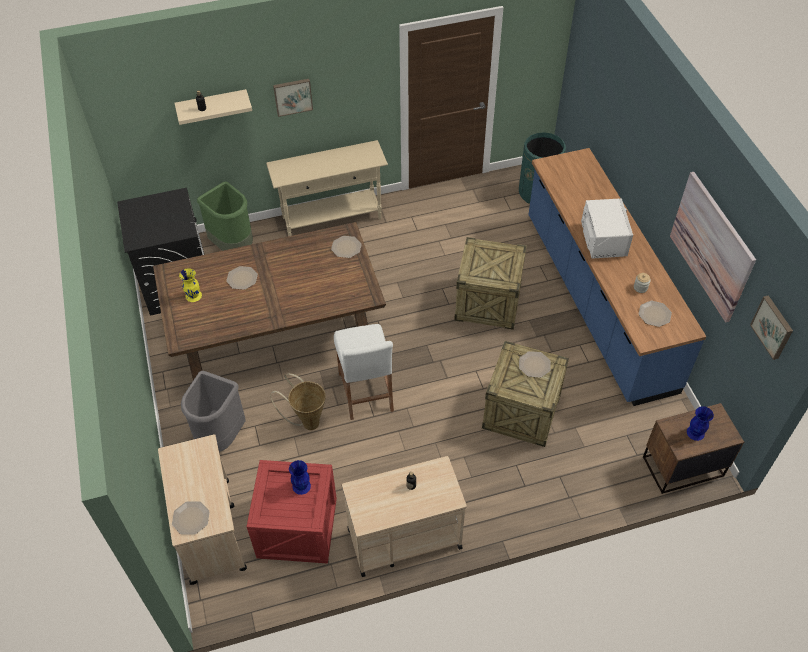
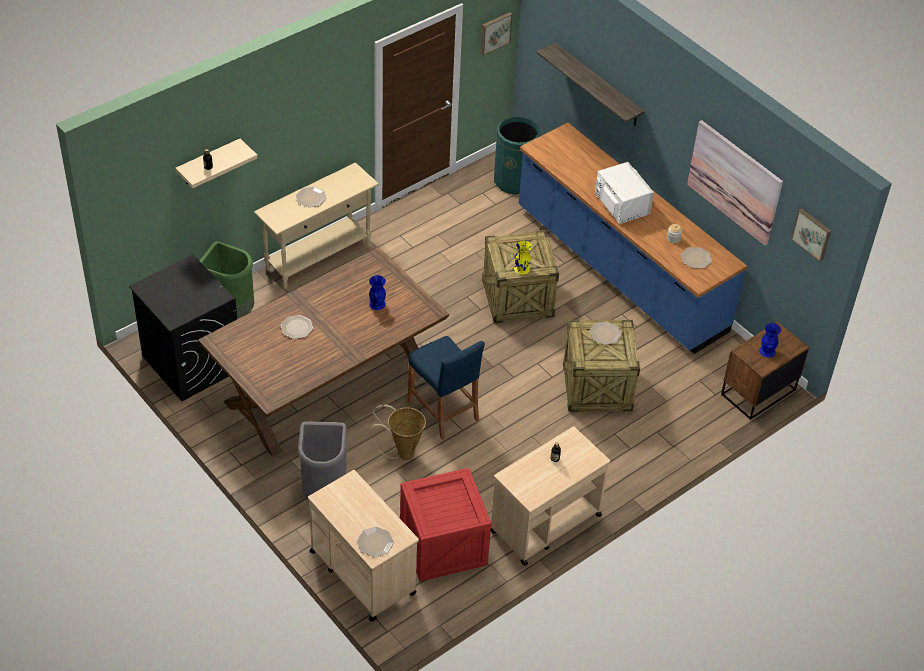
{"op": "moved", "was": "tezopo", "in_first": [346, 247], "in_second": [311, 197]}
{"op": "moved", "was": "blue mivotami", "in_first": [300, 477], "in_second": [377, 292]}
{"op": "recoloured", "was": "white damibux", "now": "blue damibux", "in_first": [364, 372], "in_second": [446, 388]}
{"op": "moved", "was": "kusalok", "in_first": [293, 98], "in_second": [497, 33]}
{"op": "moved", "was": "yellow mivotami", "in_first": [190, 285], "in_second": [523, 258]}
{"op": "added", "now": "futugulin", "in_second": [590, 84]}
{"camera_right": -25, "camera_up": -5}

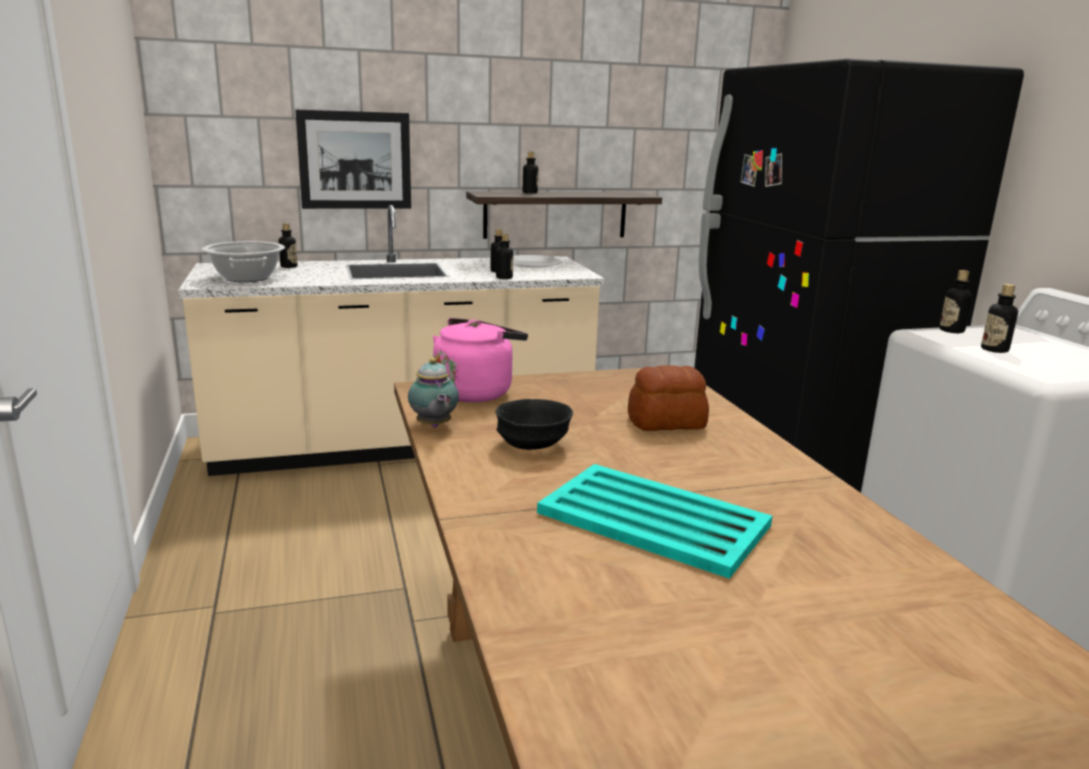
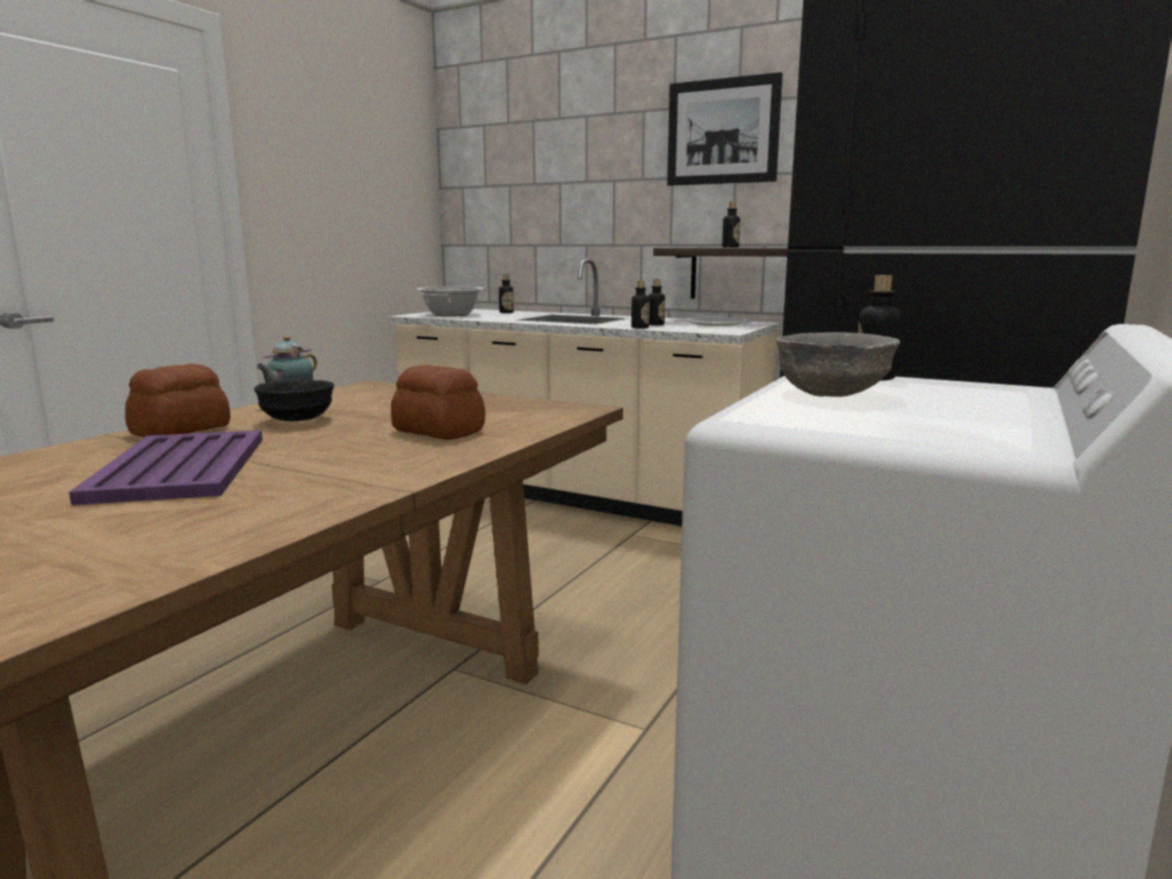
{"op": "recoloured", "was": "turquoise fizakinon", "now": "purple fizakinon", "in_first": [654, 521], "in_second": [166, 467]}
{"op": "added", "now": "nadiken", "in_second": [177, 400]}
{"op": "moved", "was": "kusalok", "in_first": [353, 159], "in_second": [725, 129]}
{"op": "replaced", "was": "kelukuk", "now": "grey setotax", "in_first": [999, 318], "in_second": [838, 364]}
{"op": "removed", "was": "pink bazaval", "in_first": [480, 360]}
{"camera_right": 45, "camera_up": -5}

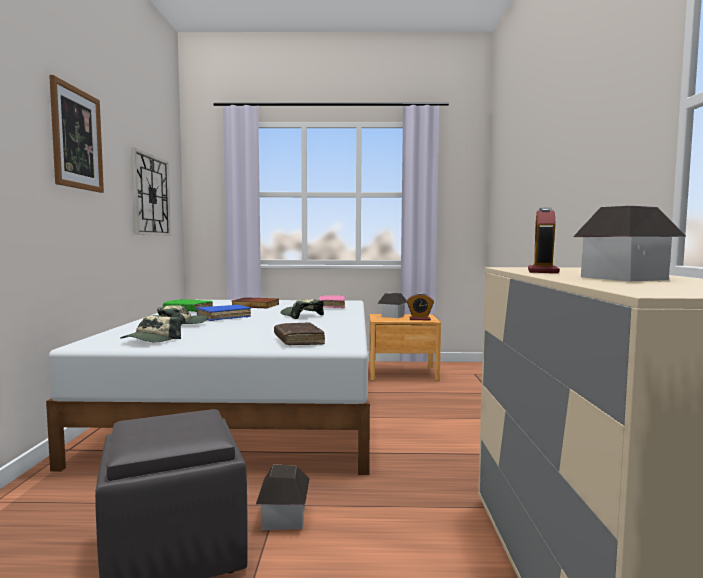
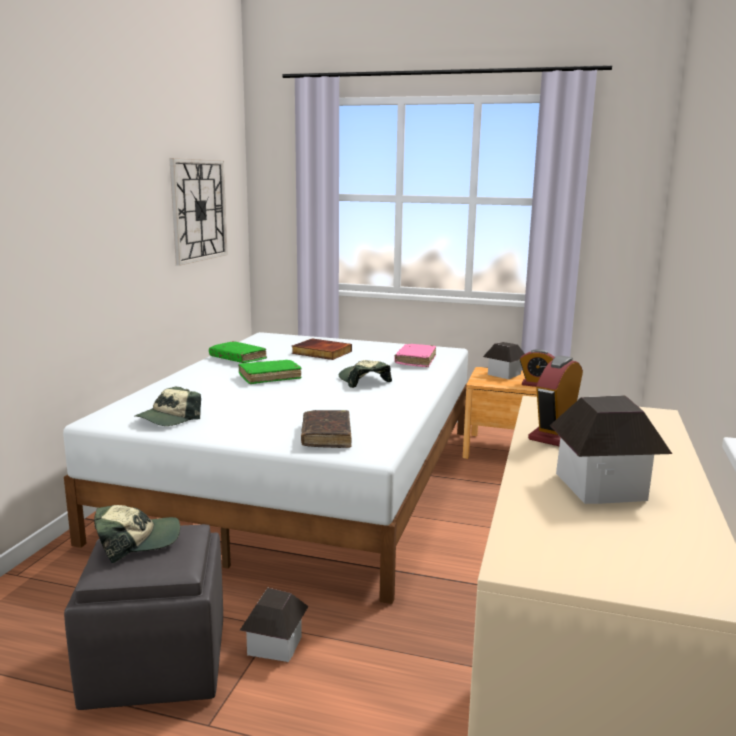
{"op": "moved", "was": "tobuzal", "in_first": [182, 315], "in_second": [137, 534]}
{"op": "recoloured", "was": "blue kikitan", "now": "green kikitan", "in_first": [223, 313], "in_second": [270, 372]}
{"op": "removed", "was": "kusalok", "in_first": [76, 134]}
{"camera_right": 15, "camera_up": 10}

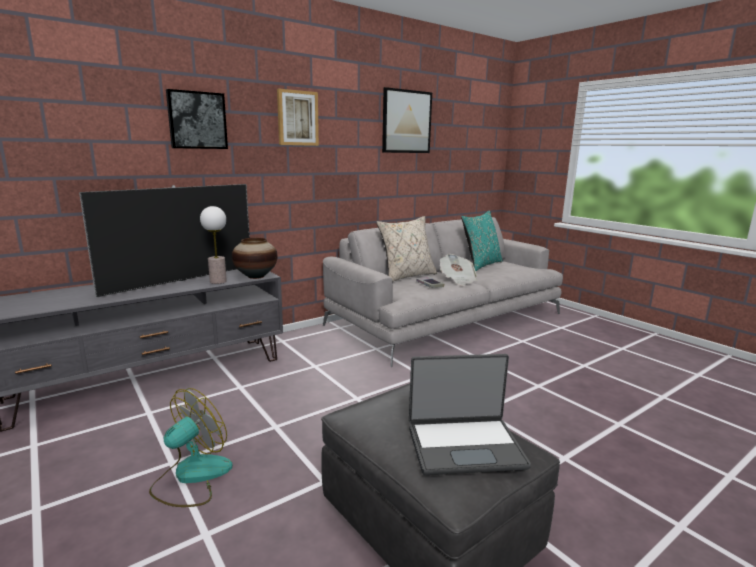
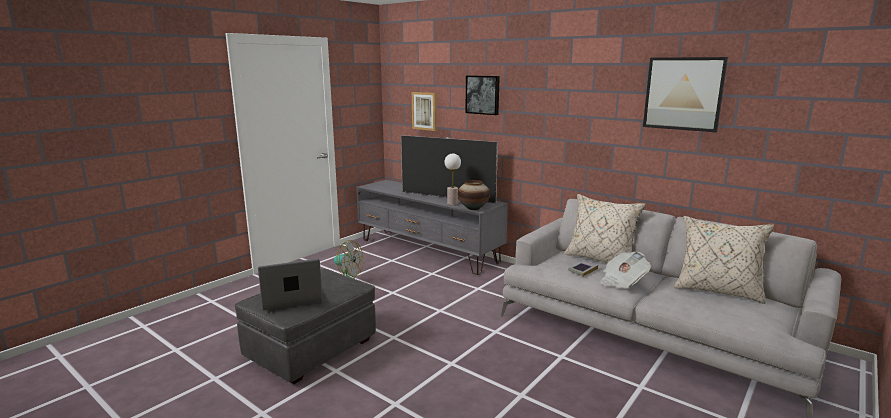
{"op": "turned", "was": "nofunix", "in_first": [470, 414], "in_second": [290, 284], "clockwise": 90}
{"op": "moved", "was": "kusalok", "in_first": [298, 117], "in_second": [424, 111]}
{"op": "recoloured", "was": "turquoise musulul", "now": "beige musulul", "in_first": [482, 240], "in_second": [724, 260]}
{"camera_right": 75, "camera_up": 0}

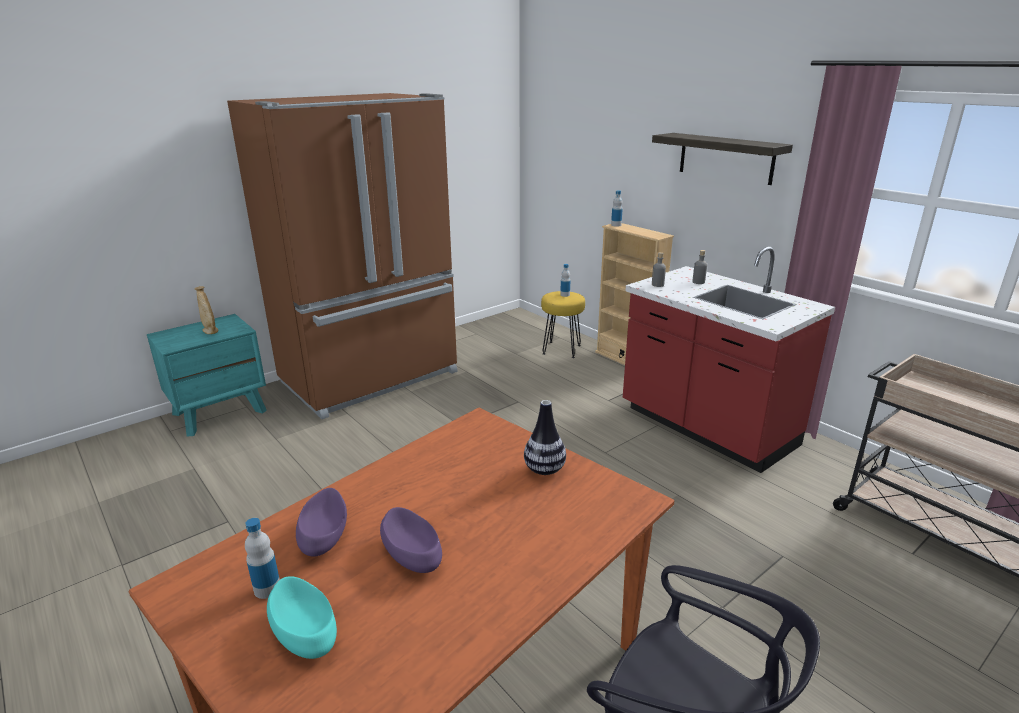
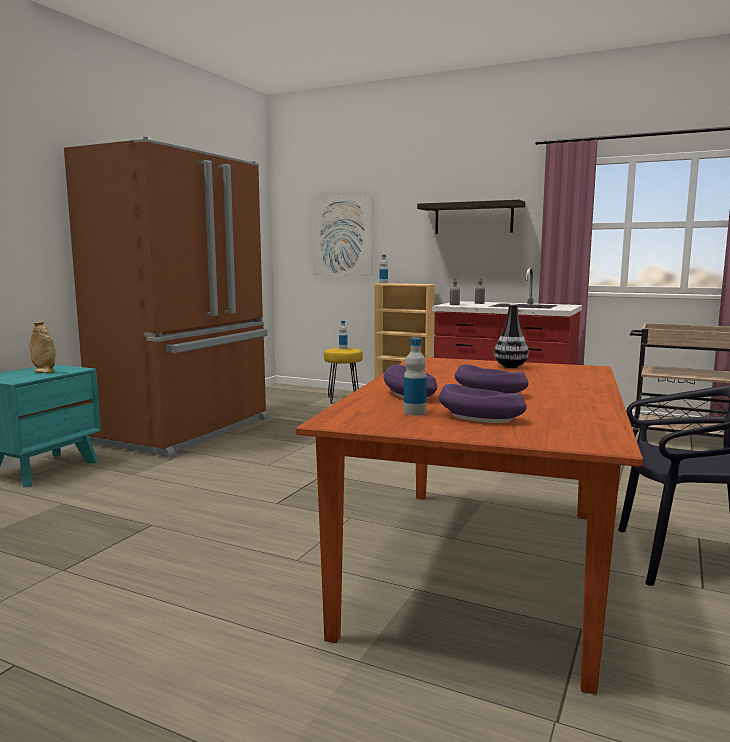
{"op": "added", "now": "kusalok", "in_second": [342, 235]}
{"op": "recoloured", "was": "turquoise setotax", "now": "purple setotax", "in_first": [302, 617], "in_second": [483, 403]}
{"camera_right": -25, "camera_up": -15}

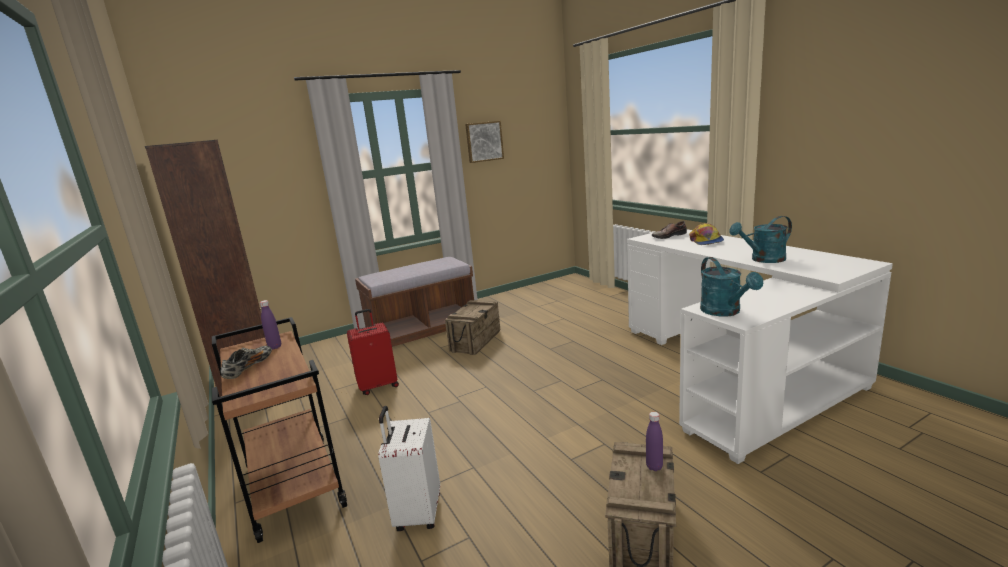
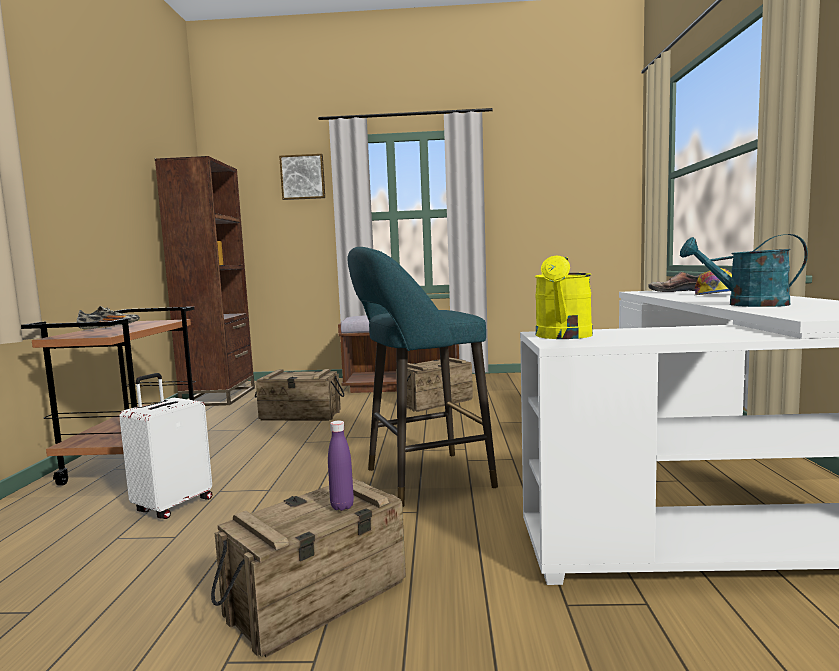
{"op": "replaced", "was": "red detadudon", "now": "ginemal", "in_first": [373, 352], "in_second": [299, 395]}
{"op": "moved", "was": "kusalok", "in_first": [484, 142], "in_second": [302, 177]}
{"op": "added", "now": "turquoise damibux", "in_second": [423, 377]}
{"op": "recoloured", "was": "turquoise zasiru", "now": "yellow zasiru", "in_first": [731, 286], "in_second": [564, 297]}
{"op": "removed", "was": "purple kelukuk", "in_first": [270, 325]}
{"camera_right": 30, "camera_up": -10}

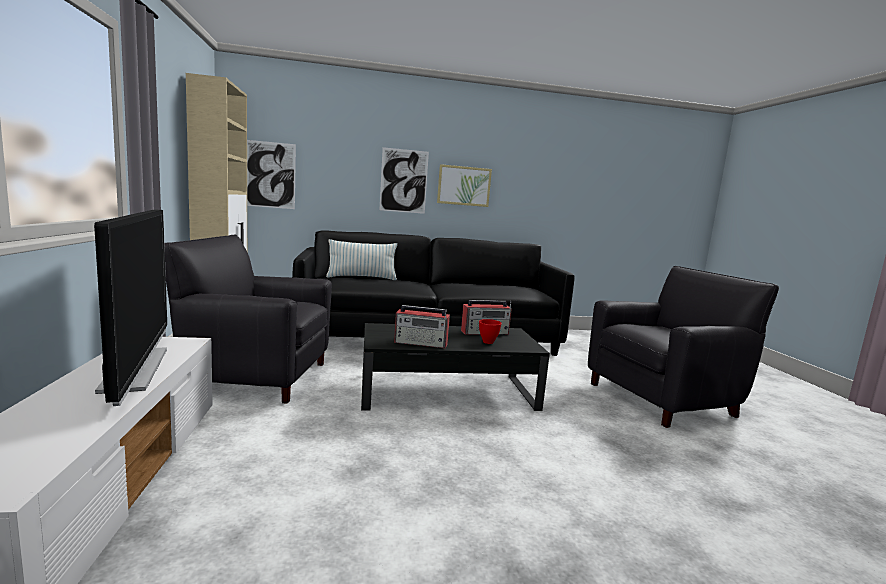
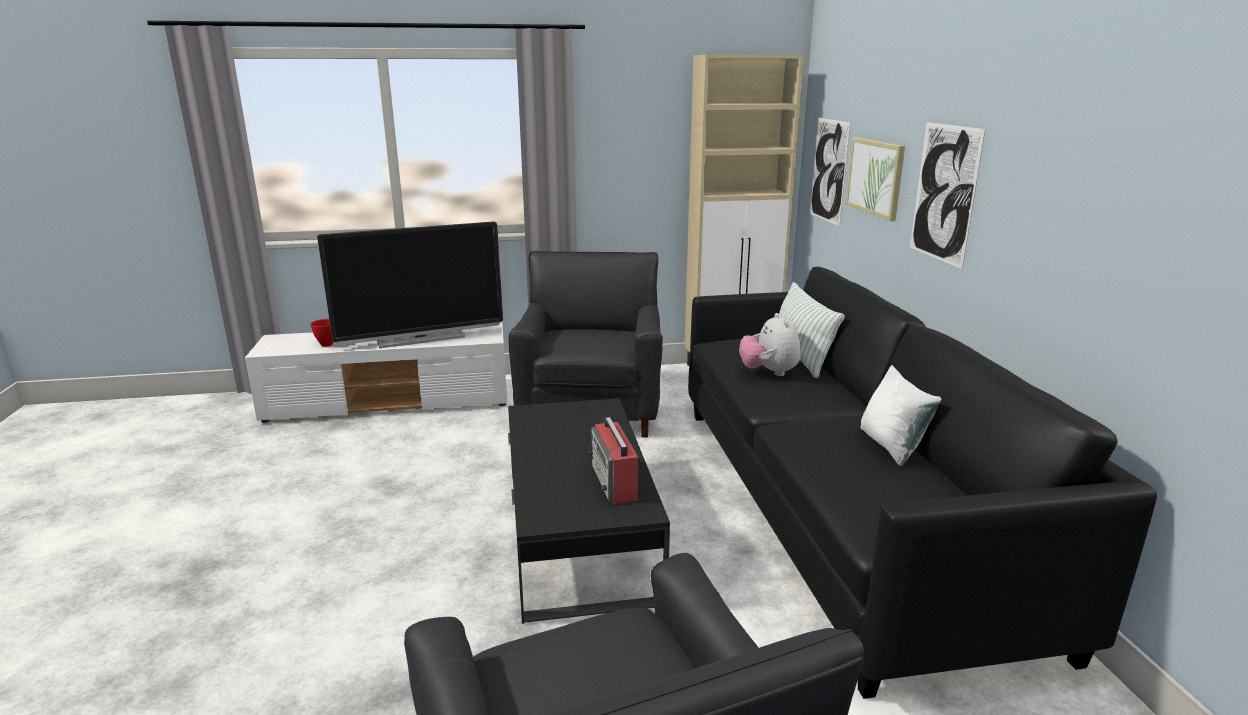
{"op": "moved", "was": "red setotax", "in_first": [490, 331], "in_second": [321, 332]}
{"op": "added", "now": "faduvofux", "in_second": [769, 344]}
{"op": "moved", "was": "kusalok", "in_first": [464, 185], "in_second": [875, 179]}
{"op": "added", "now": "white musulul", "in_second": [901, 415]}
{"op": "removed", "was": "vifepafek", "in_first": [422, 326]}
{"camera_right": 90, "camera_up": 10}

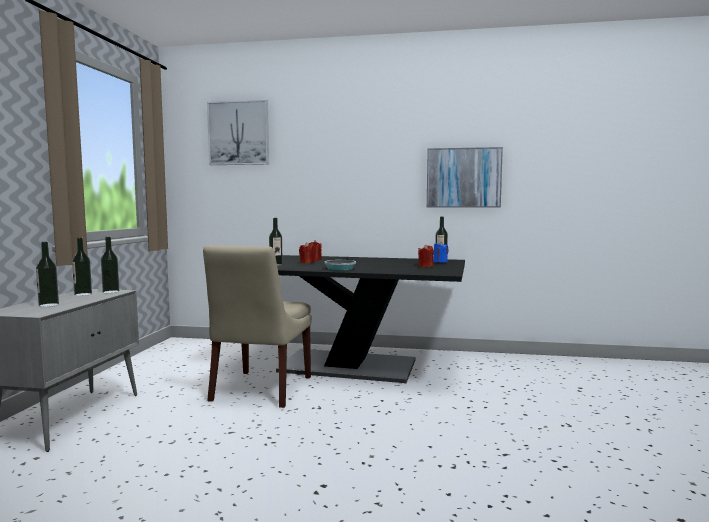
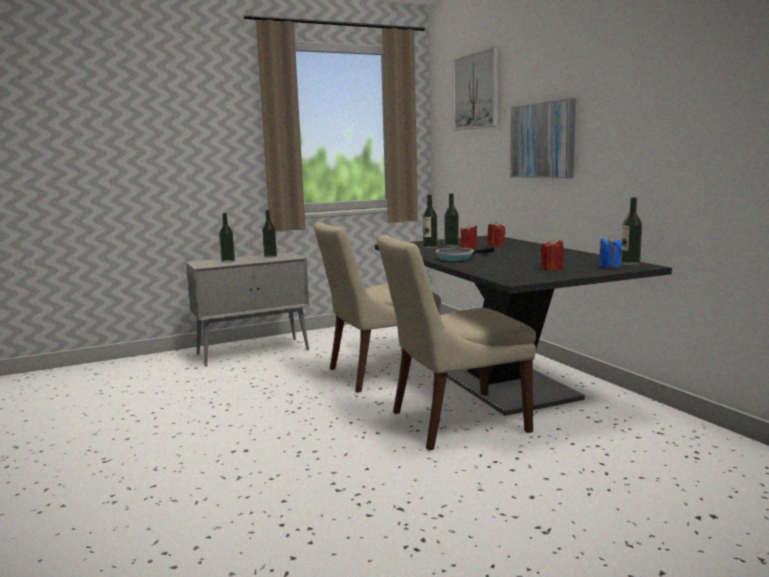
{"op": "added", "now": "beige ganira", "in_second": [456, 343]}
{"op": "moved", "was": "kelukuk", "in_first": [110, 265], "in_second": [451, 220]}
{"op": "moved", "was": "kusalok", "in_first": [465, 177], "in_second": [543, 138]}
{"camera_right": 55, "camera_up": 5}

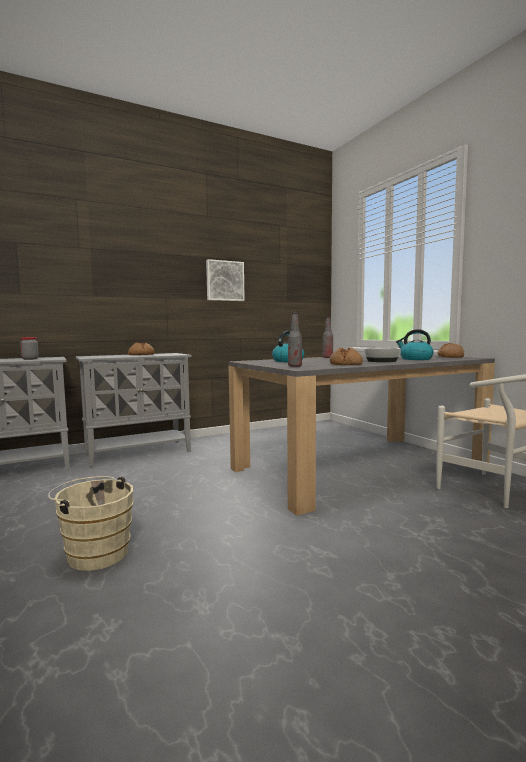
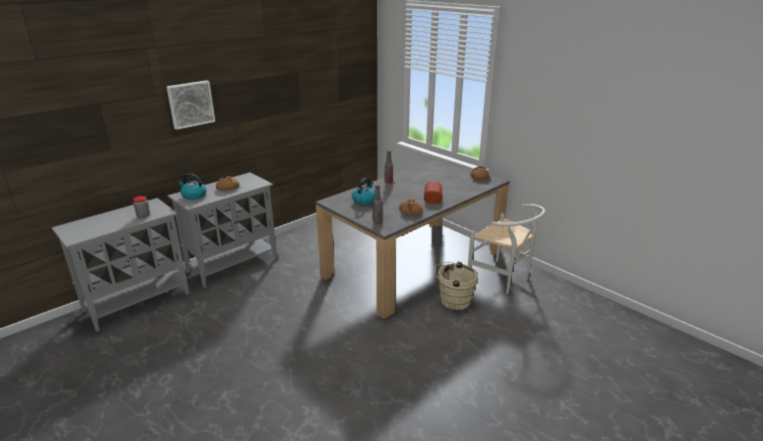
{"op": "moved", "was": "kusalok", "in_first": [225, 280], "in_second": [190, 105]}
{"op": "moved", "was": "bazaval", "in_first": [415, 344], "in_second": [192, 187]}
{"op": "replaced", "was": "setotax", "now": "nadiken", "in_first": [382, 355], "in_second": [433, 192]}
{"op": "moved", "was": "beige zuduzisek", "in_first": [91, 523], "in_second": [456, 285]}
{"camera_right": -15, "camera_up": 20}

